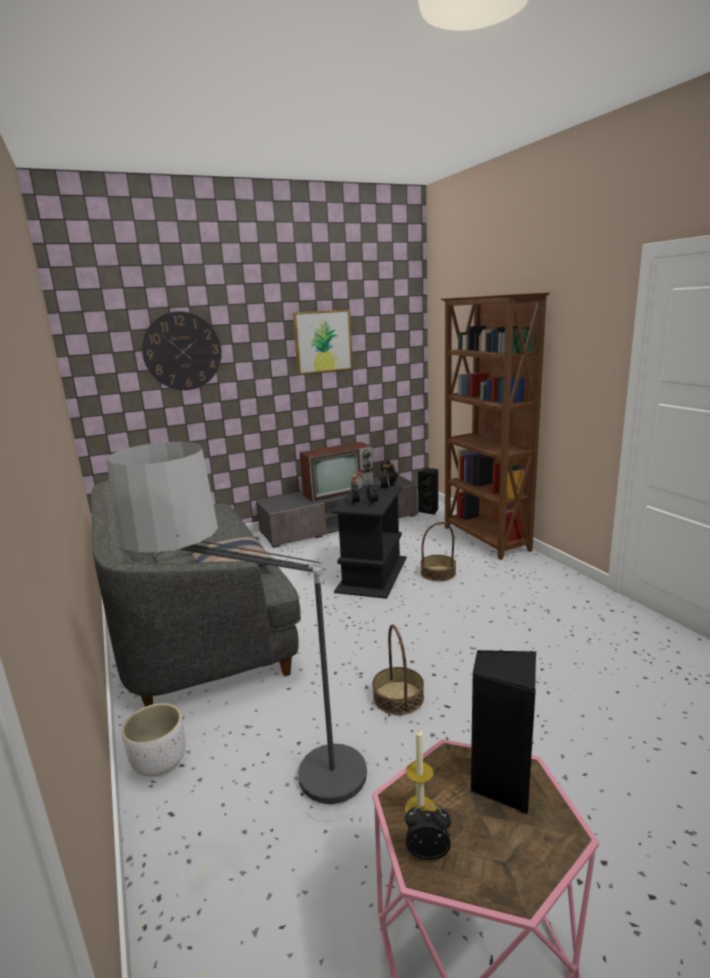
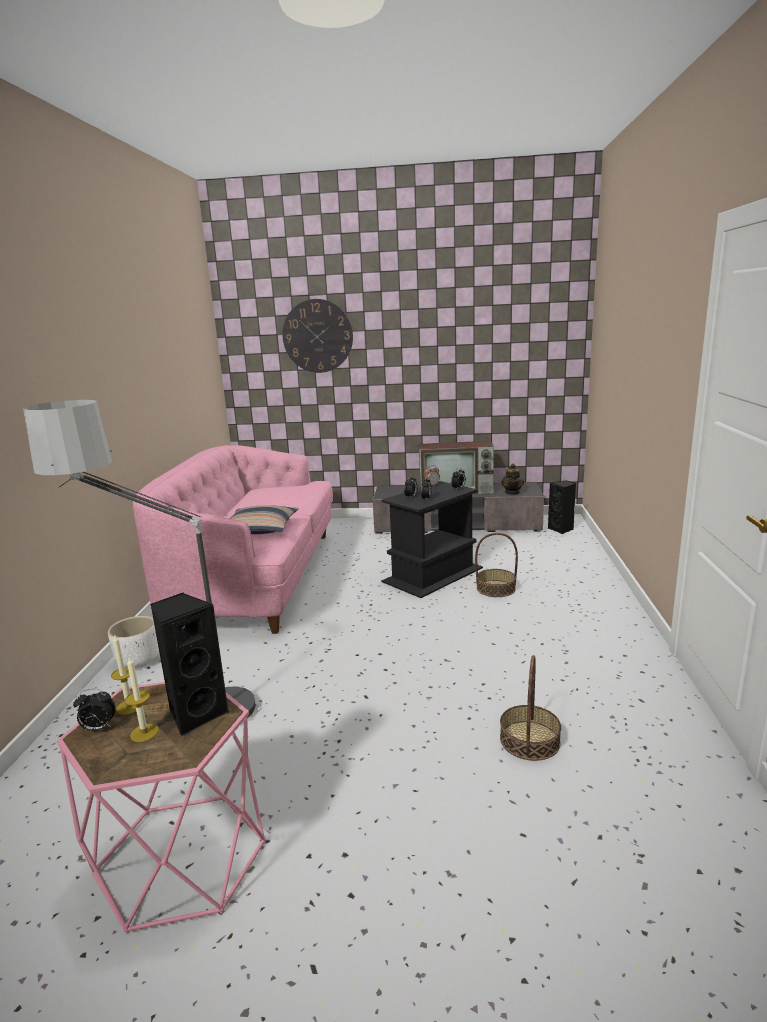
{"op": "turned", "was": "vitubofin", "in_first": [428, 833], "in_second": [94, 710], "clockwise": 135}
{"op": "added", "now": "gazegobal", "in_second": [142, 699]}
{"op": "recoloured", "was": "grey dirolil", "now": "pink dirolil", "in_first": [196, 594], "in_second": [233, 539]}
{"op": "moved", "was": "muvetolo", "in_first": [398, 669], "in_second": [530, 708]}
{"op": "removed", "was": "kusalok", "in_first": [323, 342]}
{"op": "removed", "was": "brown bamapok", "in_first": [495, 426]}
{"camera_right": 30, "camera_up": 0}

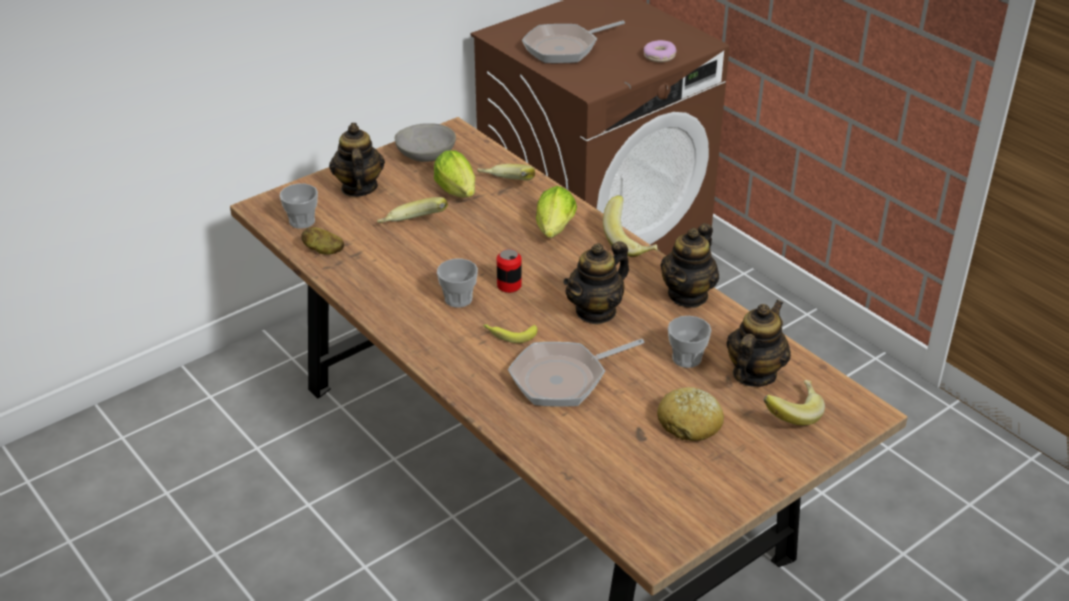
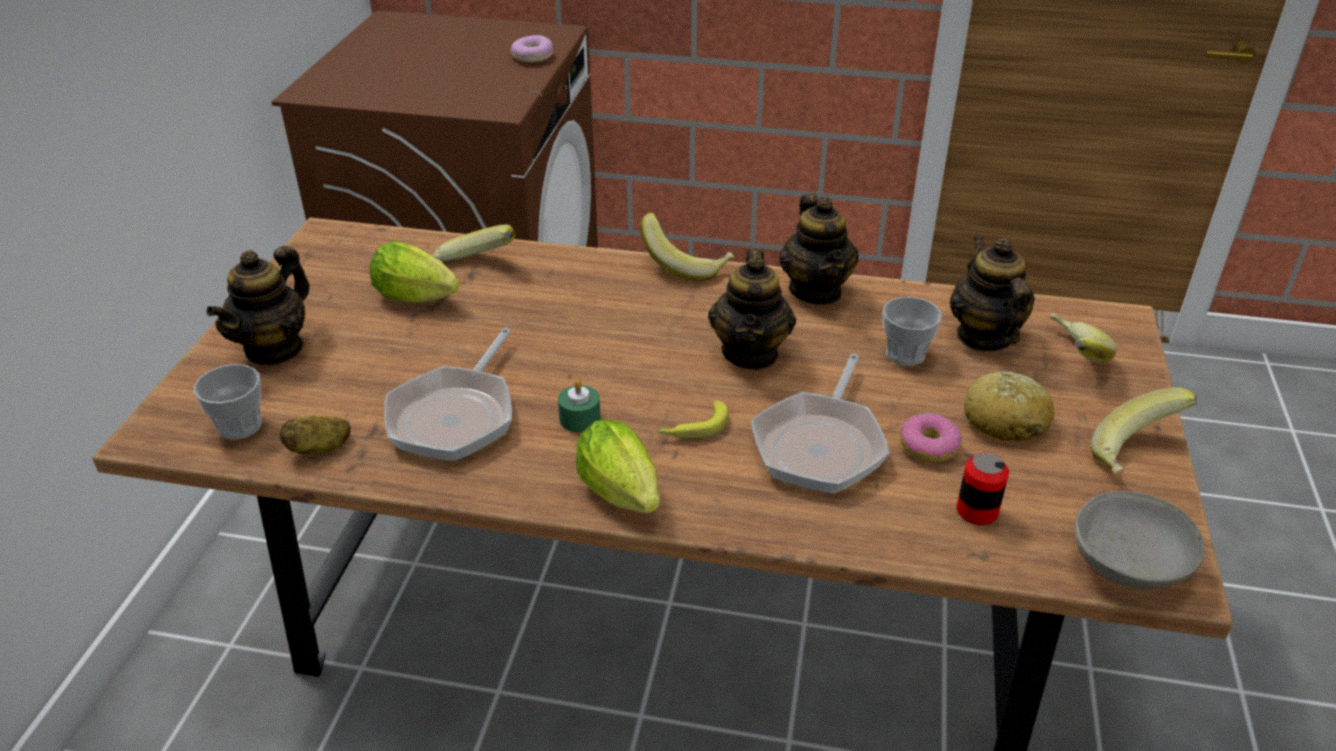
{"op": "turned", "was": "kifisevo", "in_first": [357, 160], "in_second": [258, 306], "clockwise": -105}
{"op": "moved", "was": "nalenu", "in_first": [573, 41], "in_second": [448, 394]}
{"op": "replaced", "was": "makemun", "now": "green gazegobal", "in_first": [457, 283], "in_second": [579, 406]}
{"op": "moved", "was": "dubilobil", "in_first": [556, 212], "in_second": [618, 466]}
{"op": "added", "now": "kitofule", "in_second": [931, 438]}
{"op": "moved", "was": "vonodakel", "in_first": [509, 271], "in_second": [983, 488]}
{"op": "moved", "was": "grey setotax", "in_first": [425, 142], "in_second": [1140, 540]}
{"op": "moved", "was": "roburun", "in_first": [412, 210], "in_second": [1144, 430]}
{"camera_right": -40, "camera_up": 0}

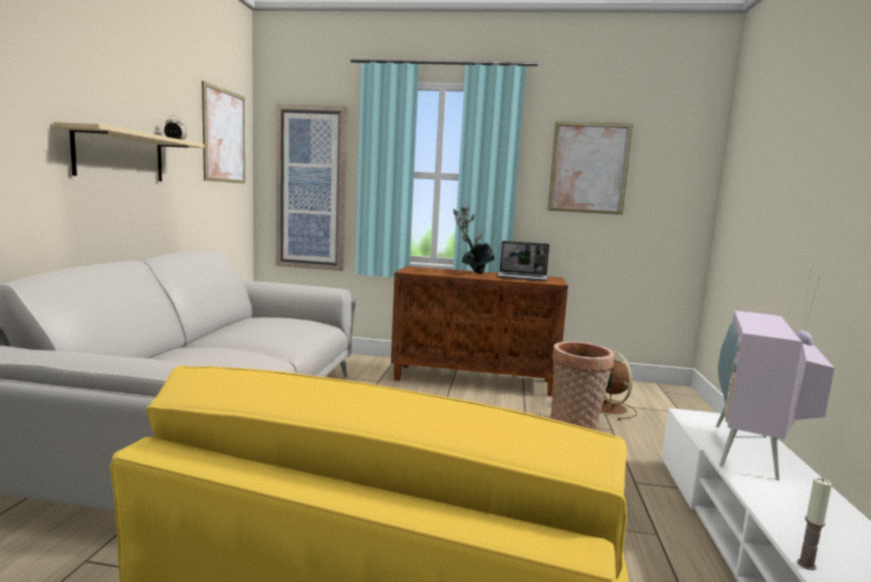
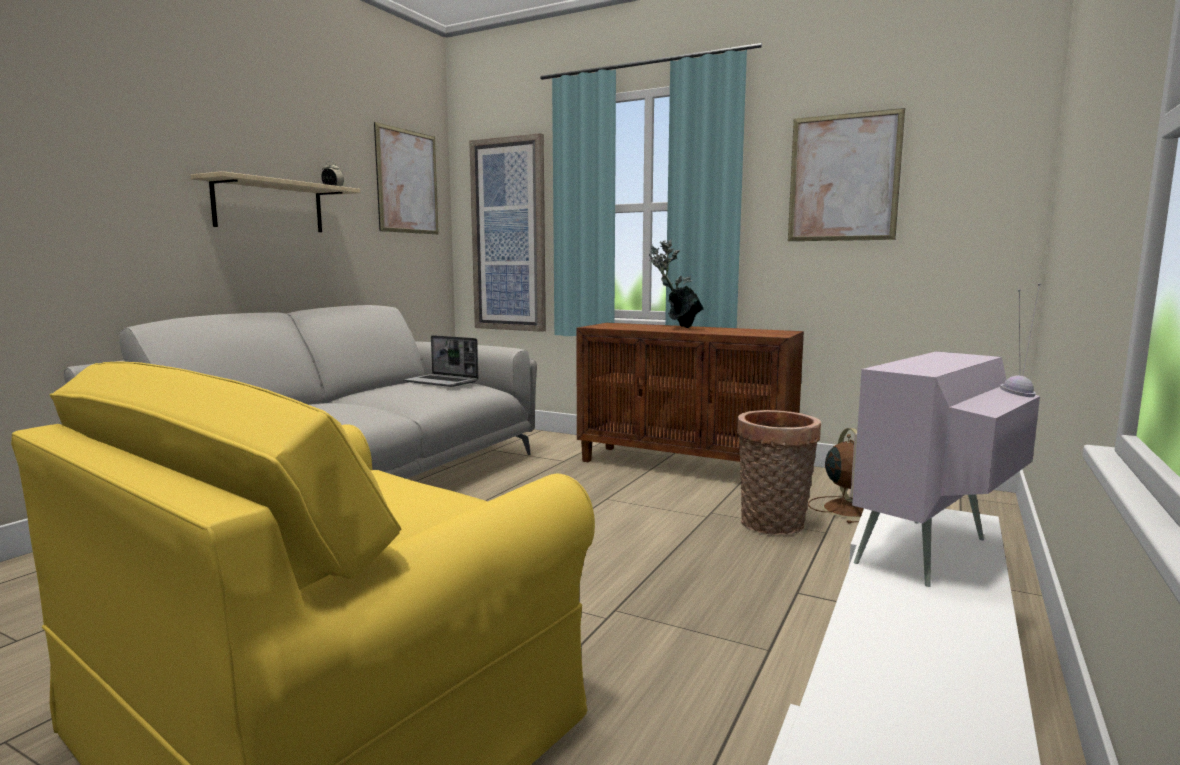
{"op": "moved", "was": "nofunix", "in_first": [523, 261], "in_second": [441, 361]}
{"op": "removed", "was": "gazegobal", "in_first": [814, 523]}
{"camera_right": 20, "camera_up": 0}

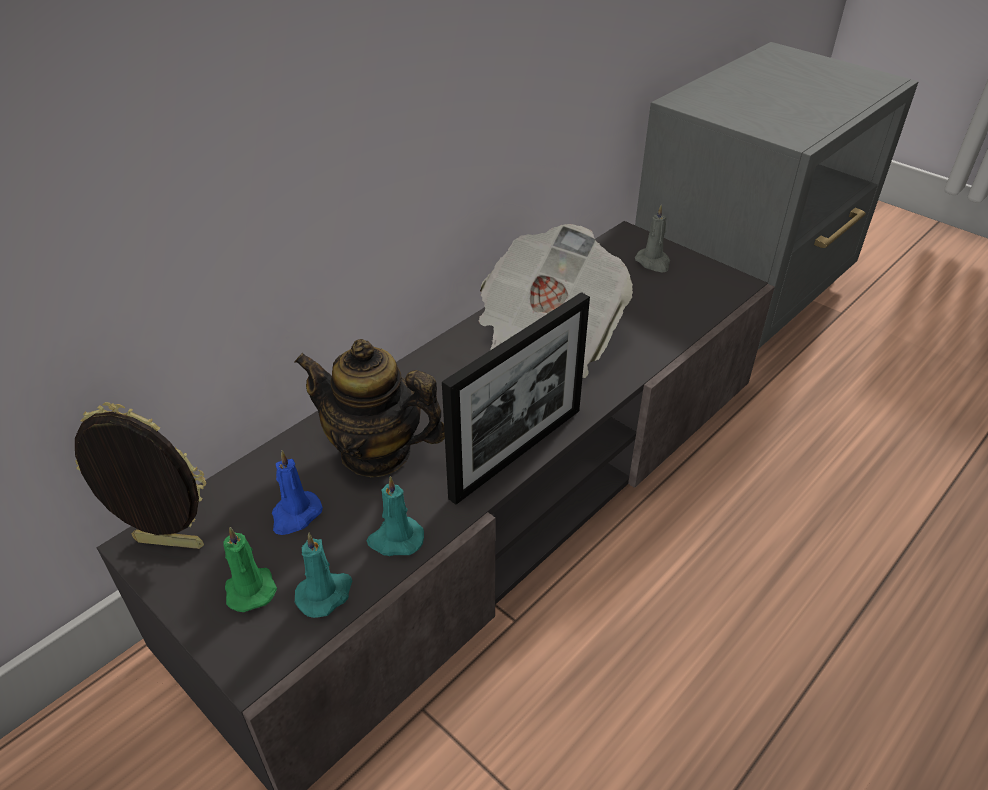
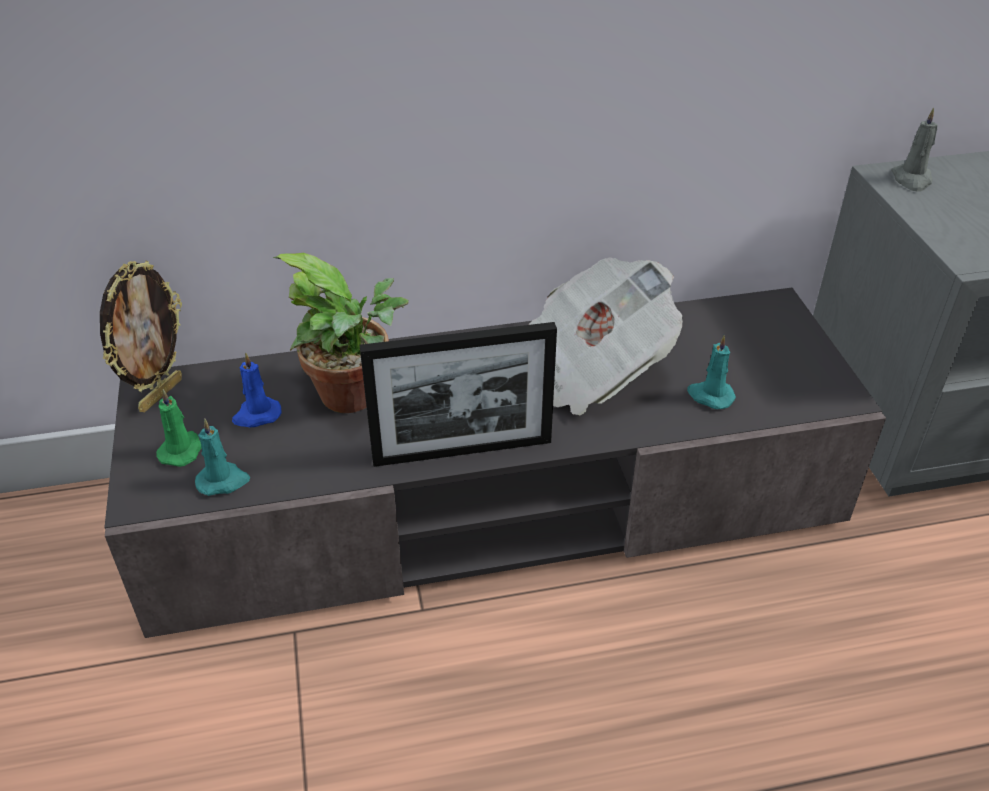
{"op": "turned", "was": "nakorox", "in_first": [140, 475], "in_second": [141, 336], "clockwise": 75}
{"op": "replaced", "was": "kifisevo", "now": "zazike", "in_first": [370, 408], "in_second": [341, 333]}
{"op": "moved", "was": "turquoise gazegobal", "in_first": [395, 516], "in_second": [711, 372]}
{"op": "moved", "was": "grey gazegobal", "in_first": [652, 238], "in_second": [914, 149]}
{"camera_right": 35, "camera_up": 0}

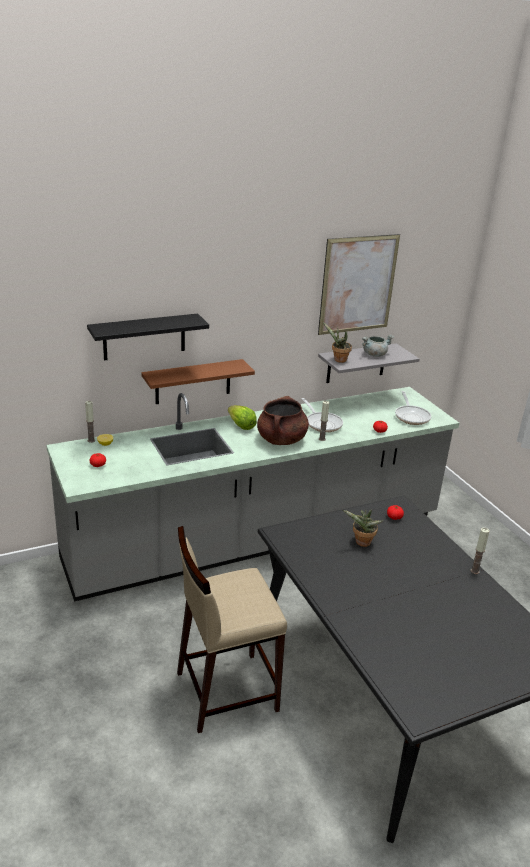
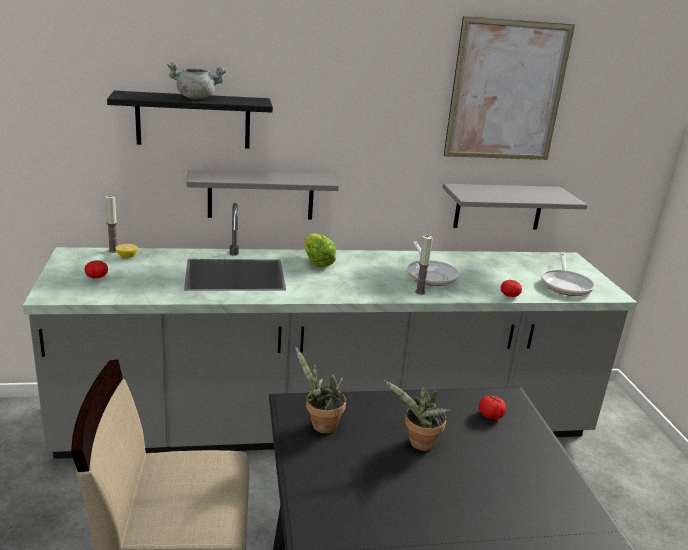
{"op": "moved", "was": "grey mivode", "in_first": [378, 346], "in_second": [196, 80]}
{"op": "recoloured", "was": "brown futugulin", "now": "grey futugulin", "in_first": [198, 381], "in_second": [263, 195]}
{"op": "moved", "was": "zazike", "in_first": [337, 342], "in_second": [320, 390]}
{"op": "removed", "was": "brown mivode", "in_first": [283, 420]}
{"op": "removed", "was": "gazegobal", "in_first": [480, 551]}
{"camera_right": 15, "camera_up": -5}

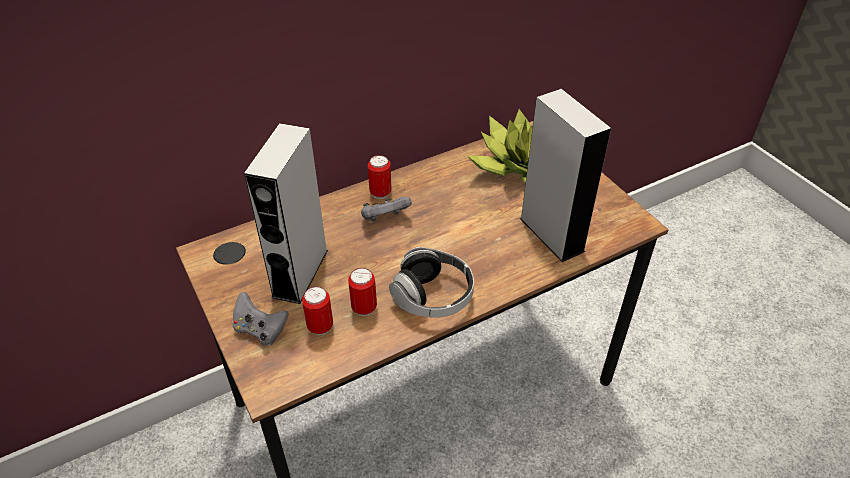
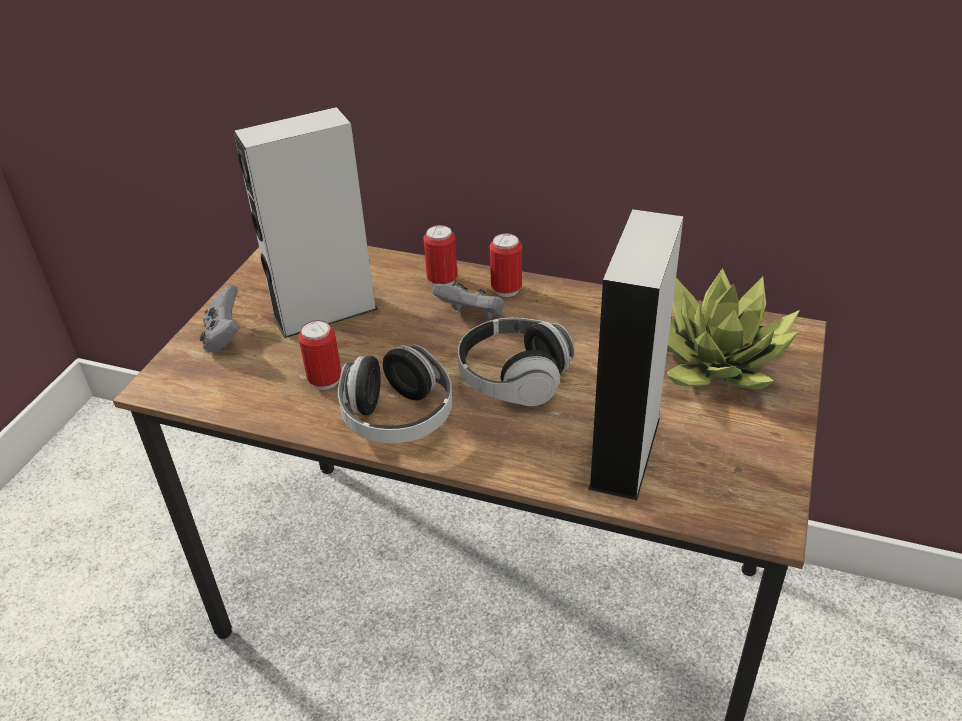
{"op": "moved", "was": "vonodakel", "in_first": [317, 311], "in_second": [440, 255]}
{"op": "added", "now": "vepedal", "in_second": [516, 362]}
{"camera_right": 50, "camera_up": -5}

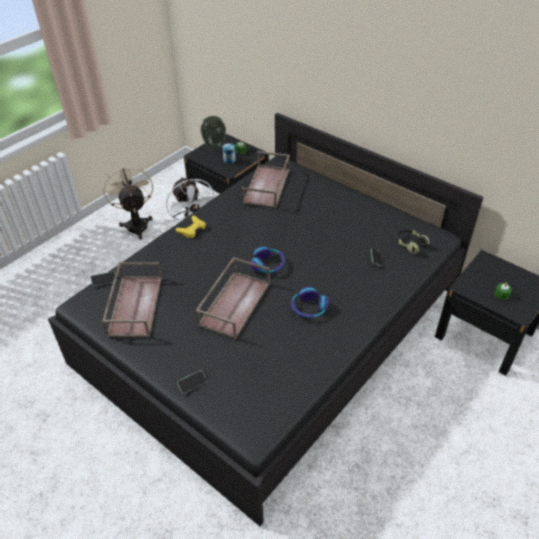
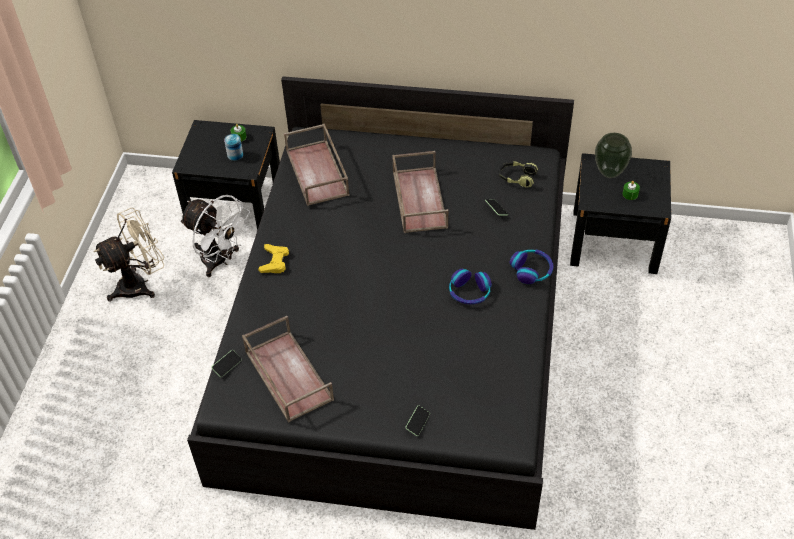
{"op": "turned", "was": "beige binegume", "in_first": [128, 201], "in_second": [128, 255], "clockwise": 105}
{"op": "moved", "was": "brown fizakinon", "in_first": [233, 298], "in_second": [420, 192]}
{"op": "moved", "was": "vepedal", "in_first": [267, 259], "in_second": [531, 267]}
{"op": "moved", "was": "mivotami", "in_first": [213, 133], "in_second": [613, 155]}
{"camera_right": -30, "camera_up": 5}

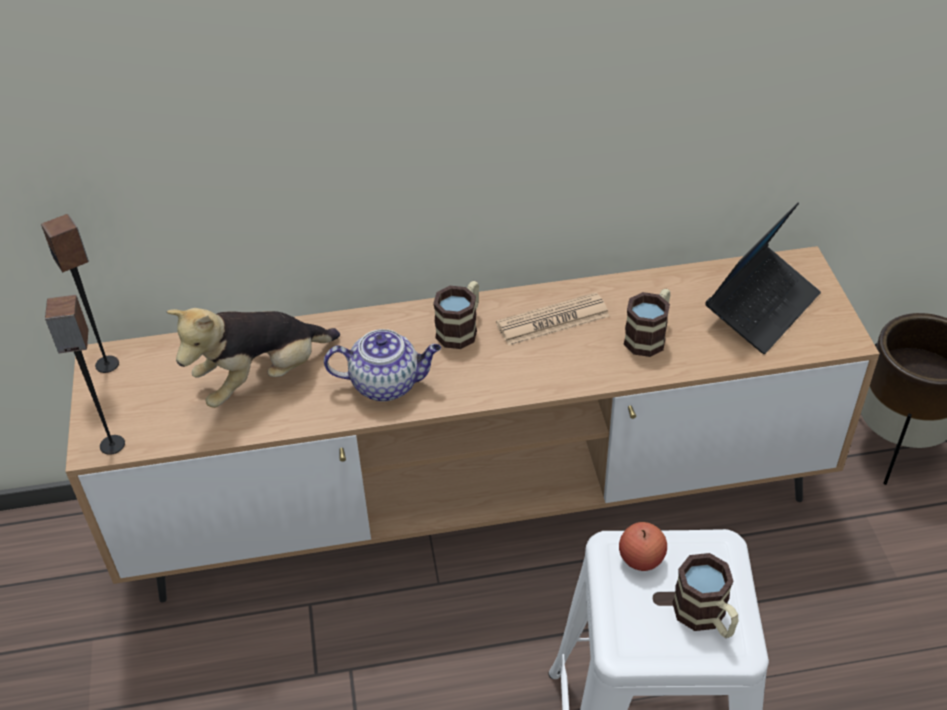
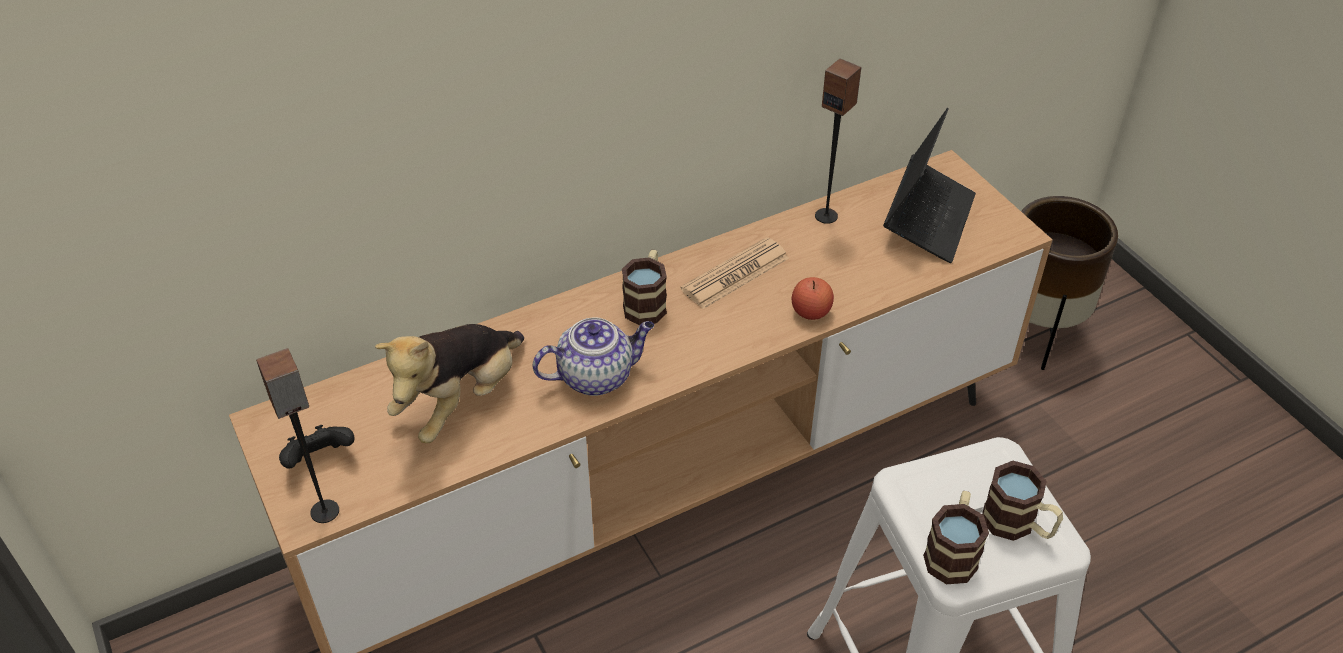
{"op": "added", "now": "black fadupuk", "in_second": [317, 446]}
{"op": "moved", "was": "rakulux", "in_first": [643, 546], "in_second": [813, 298]}
{"op": "moved", "was": "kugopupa", "in_first": [80, 293], "in_second": [838, 141]}
{"op": "moved", "was": "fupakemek", "in_first": [647, 322], "in_second": [956, 537]}
{"camera_right": -20, "camera_up": 0}

